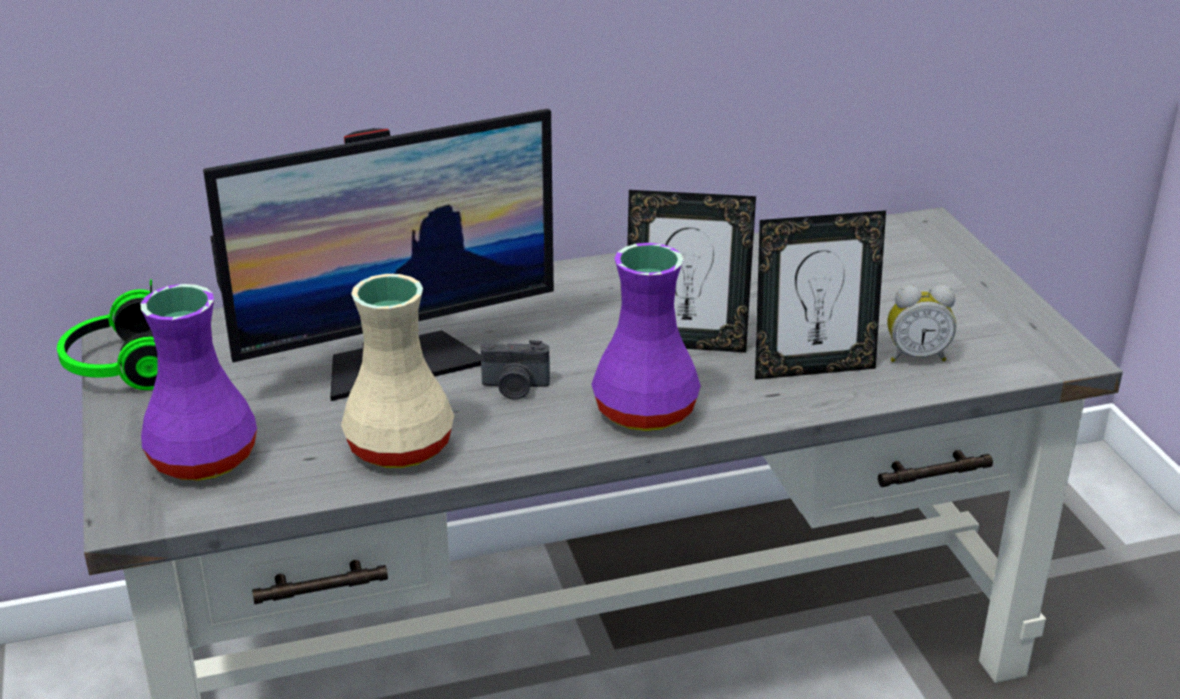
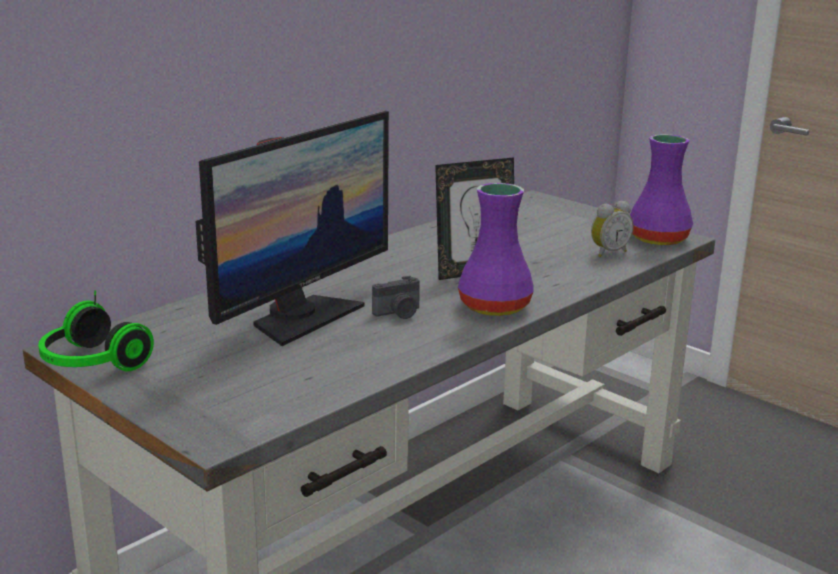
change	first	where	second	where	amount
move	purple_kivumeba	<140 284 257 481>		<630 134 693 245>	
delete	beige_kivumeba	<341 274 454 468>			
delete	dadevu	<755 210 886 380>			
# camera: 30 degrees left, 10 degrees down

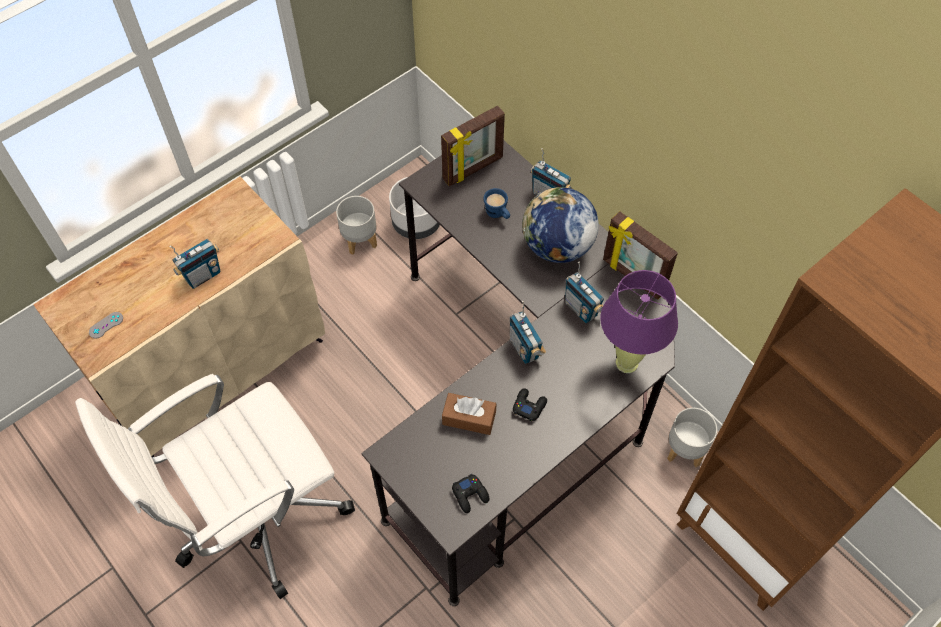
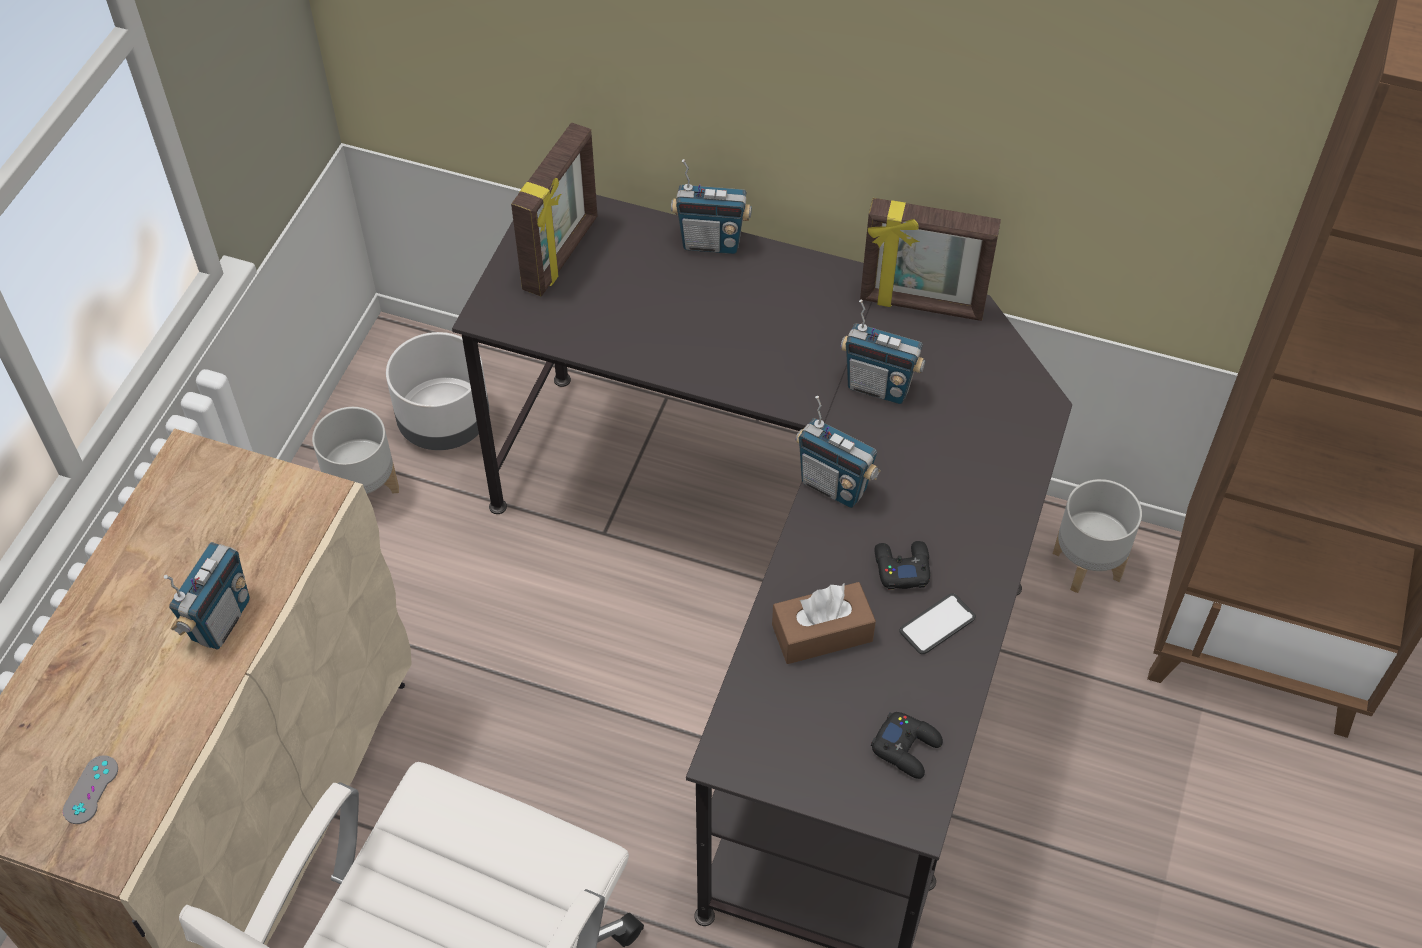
change	first	where	second	where	amount
insert			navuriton	<899 593 976 654>	
delete	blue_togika	<484 188 510 219>			
delete	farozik	<522 187 599 263>			
delete	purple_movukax	<600 270 678 373>			
# camera: 30 degrees left, 5 degrees down

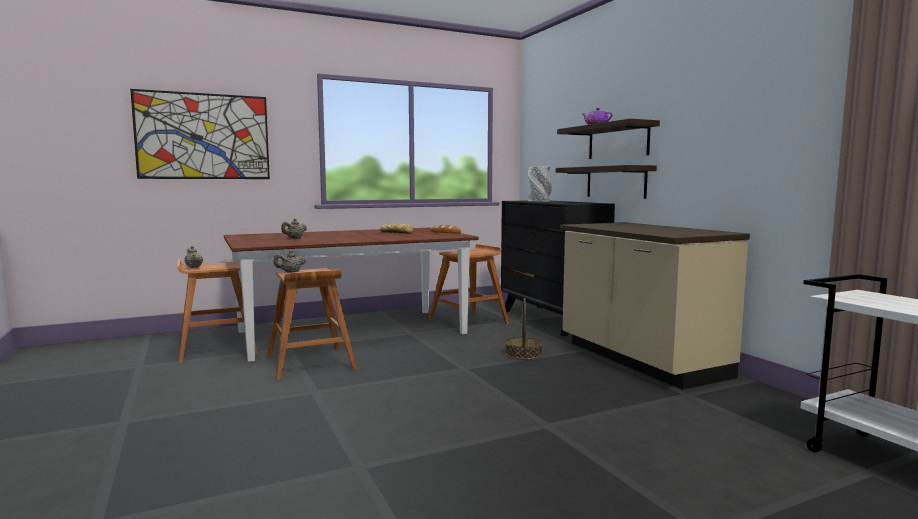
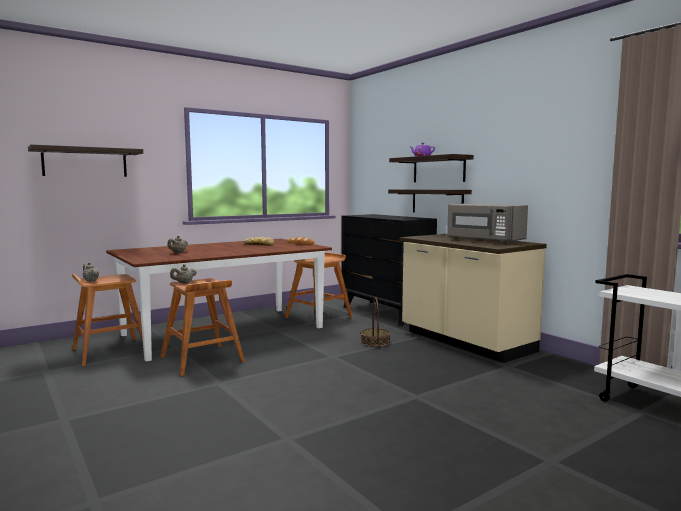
change	first	where	second	where	amount
replace	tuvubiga	<130 89 270 179>	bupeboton	<28 144 143 177>	
insert			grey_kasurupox	<447 204 528 243>	
delete	grey_kivumeba	<527 166 551 202>			
# camera: 10 degrees left, 0 degrees up

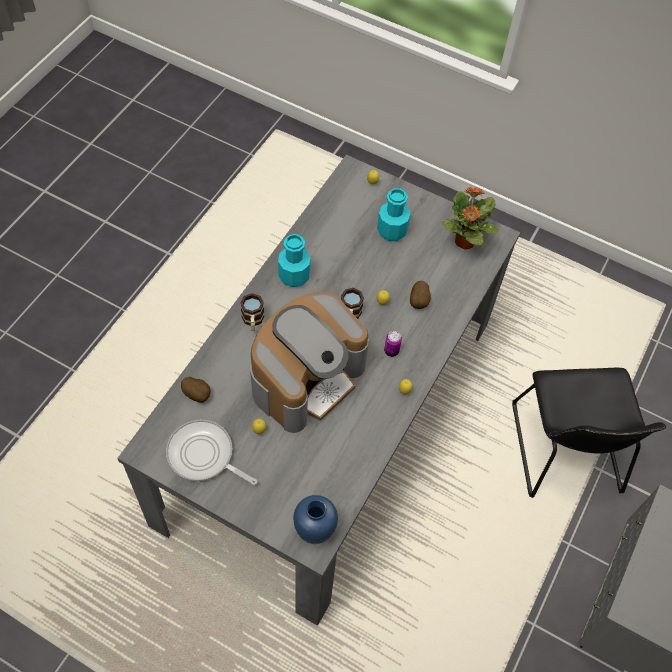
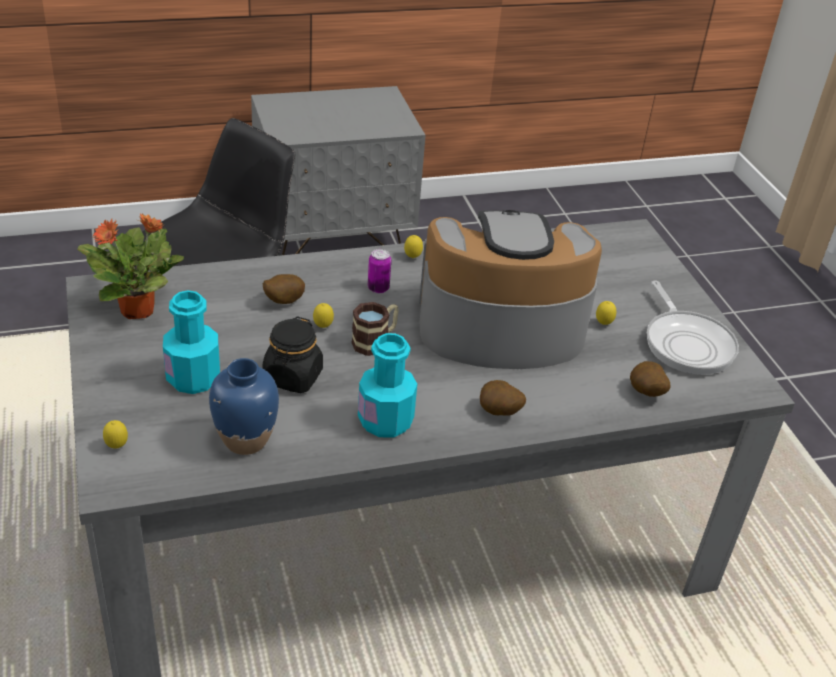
change	first	where	second	where	amount
move	blue_kivumeba	<293 495 338 544>		<209 358 279 455>	
insert			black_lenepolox	<263 317 323 393>	
replace	togika	<240 293 265 331>	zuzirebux	<480 380 526 416>	
# camera: 135 degrees left, 20 degrees down

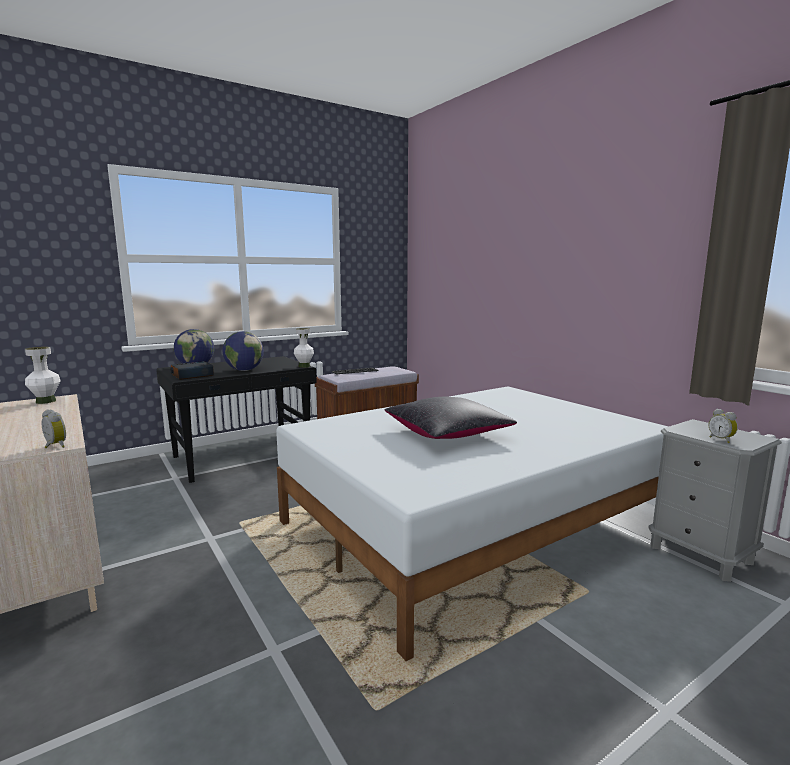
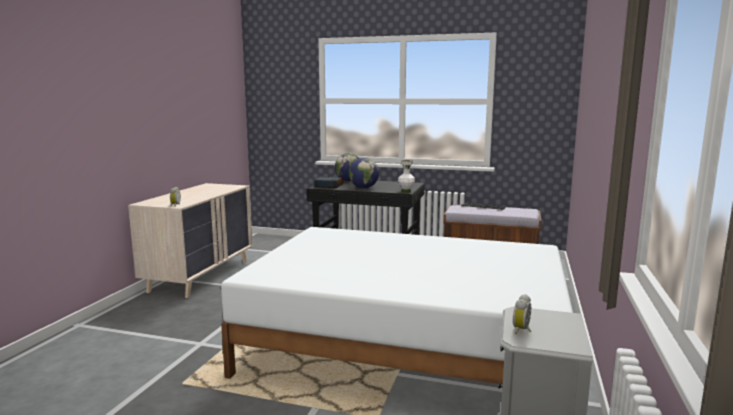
change	first	where	second	where	amount
delete	white_kivumeba	<25 347 61 404>			
delete	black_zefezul	<385 397 517 439>			
# camera: 50 degrees right, 0 degrees up

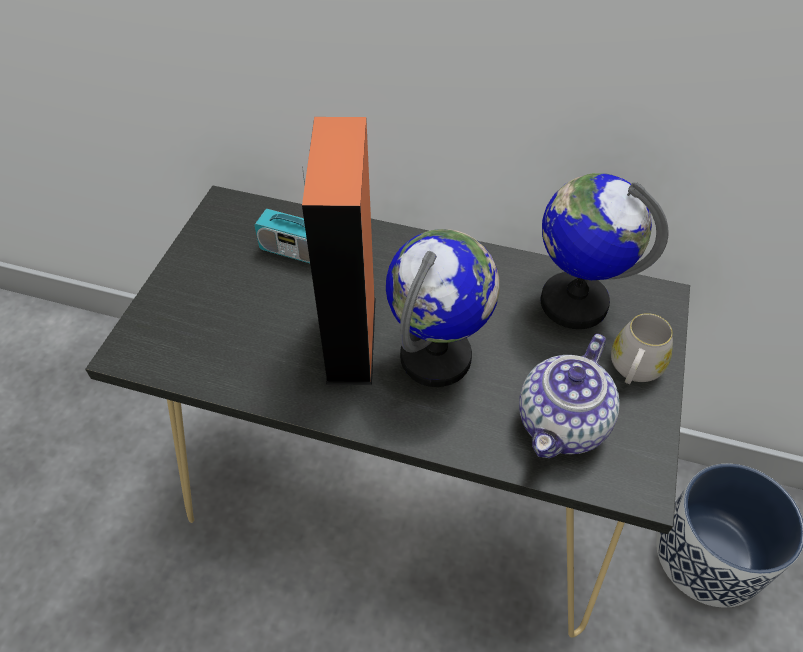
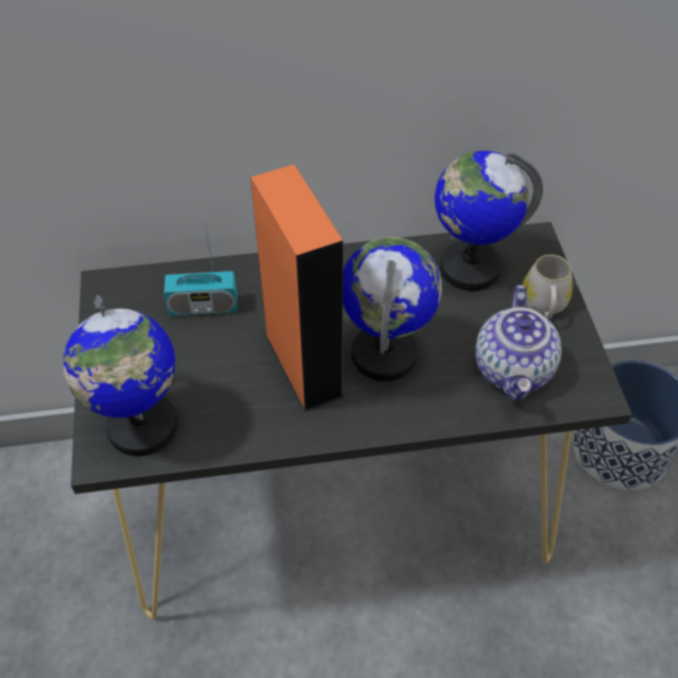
change	first	where	second	where	amount
insert			farozik	<63 295 178 456>	
# camera: 25 degrees left, 0 degrees up

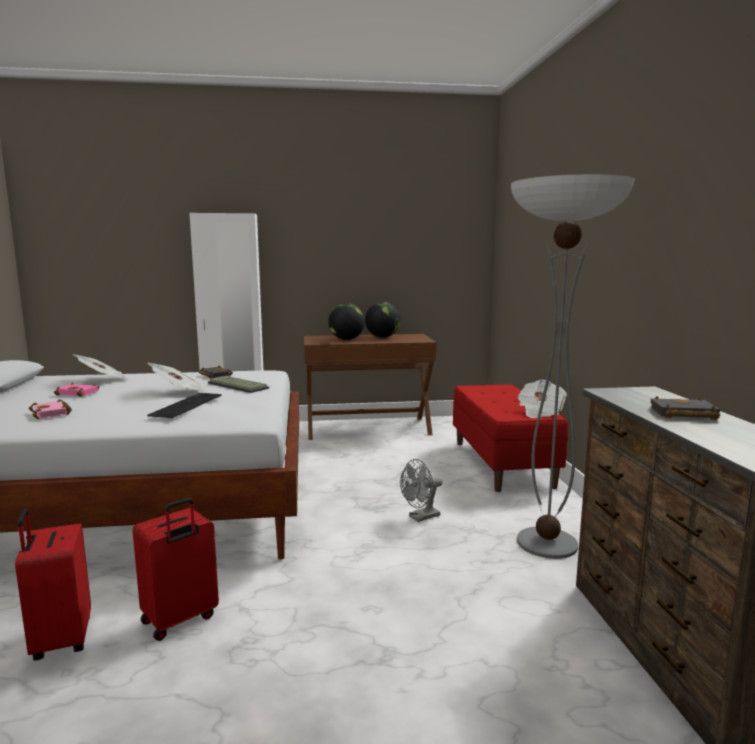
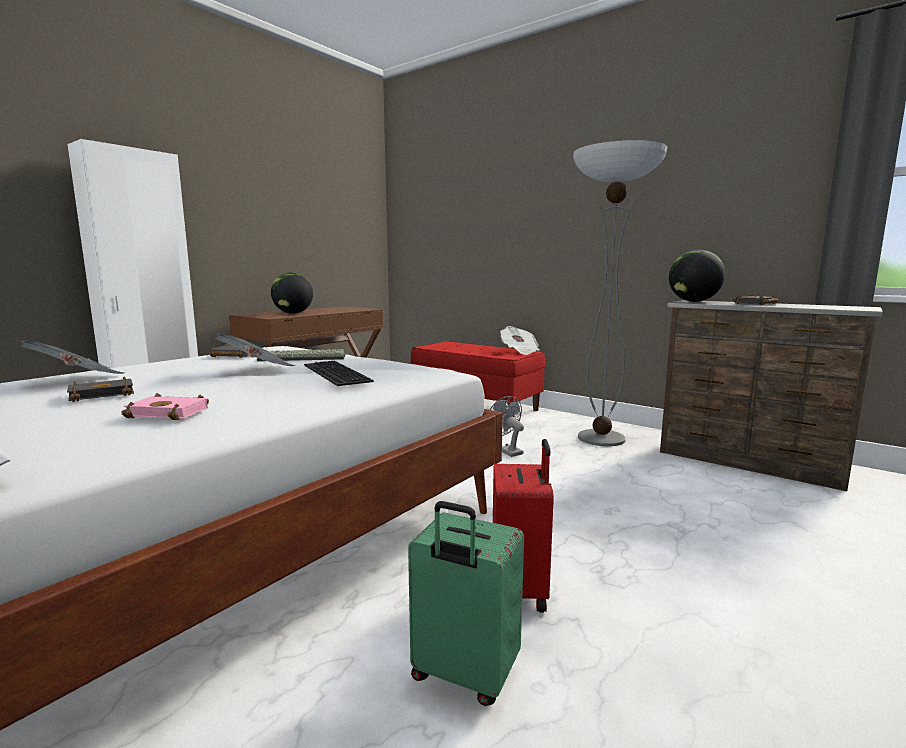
change	first	where	second	where	amount
recolor	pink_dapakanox	<54 383 99 397>	black_dapakanox	<67 377 134 402>	
recolor	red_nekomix	<15 508 91 661>	green_nekomix	<408 501 524 706>	
rotate	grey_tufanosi	<400 459 443 522>		<490 396 524 457>	135 degrees clockwise
move	farozik	<365 302 400 338>		<669 250 725 302>	
# camera: 45 degrees left, 0 degrees up

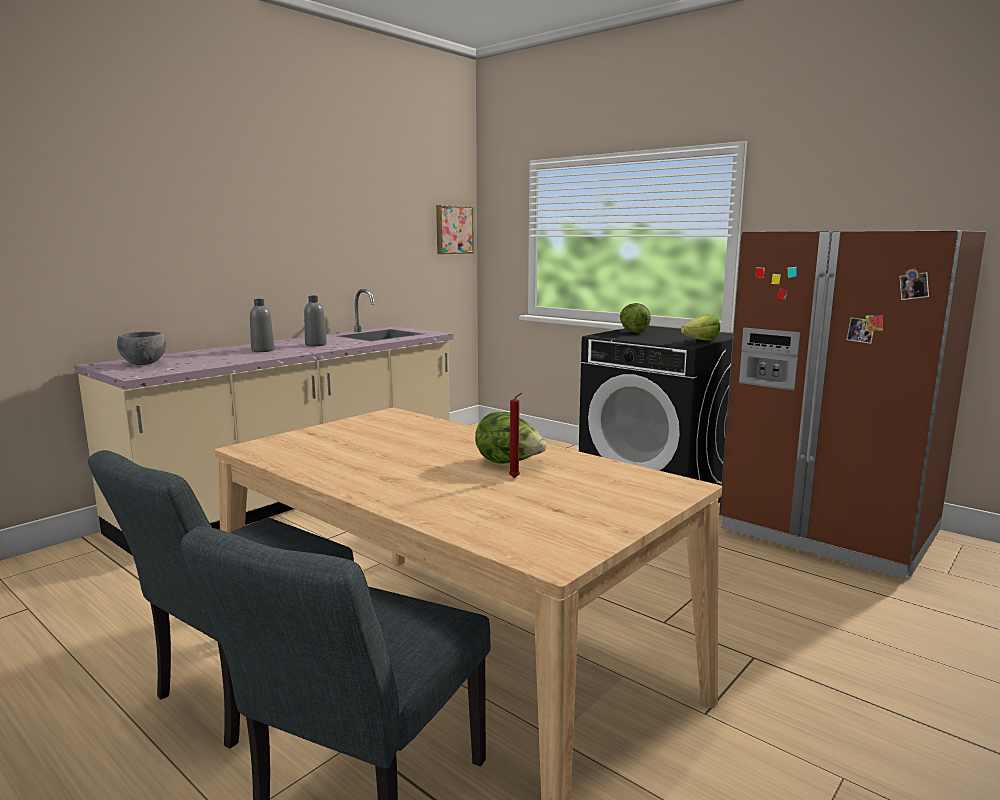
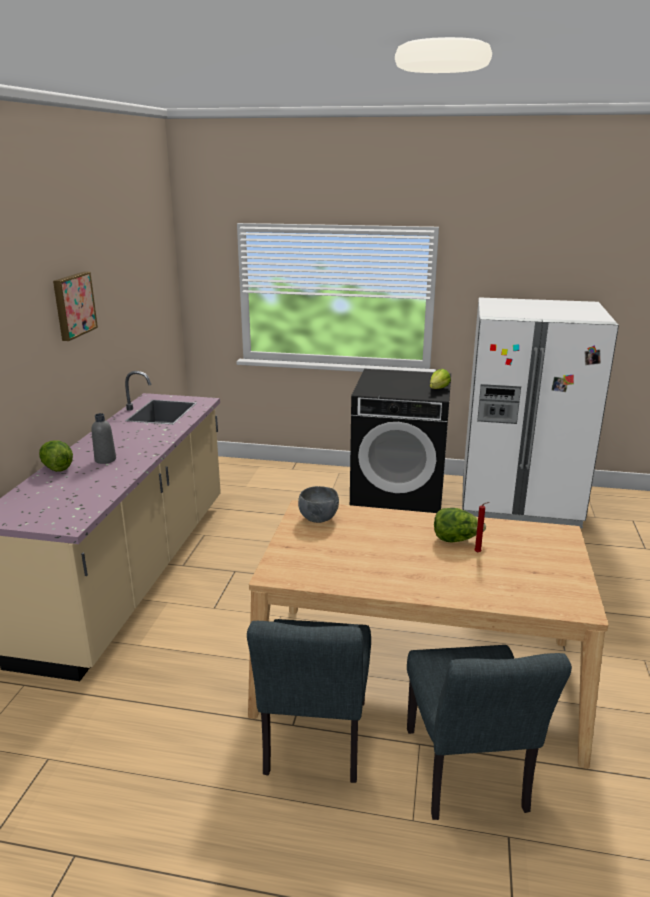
change	first	where	second	where	amount
move	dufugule	<620 303 651 333>		<39 440 73 472>	
move	tuvubiga	<436 205 474 254>		<53 271 98 341>	
move	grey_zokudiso	<117 331 166 365>		<298 486 339 523>	
recolor	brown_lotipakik	<719 230 986 579>	white_lotipakik	<462 297 619 528>	
delete	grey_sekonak	<304 296 327 346>			
# camera: 30 degrees left, 10 degrees up

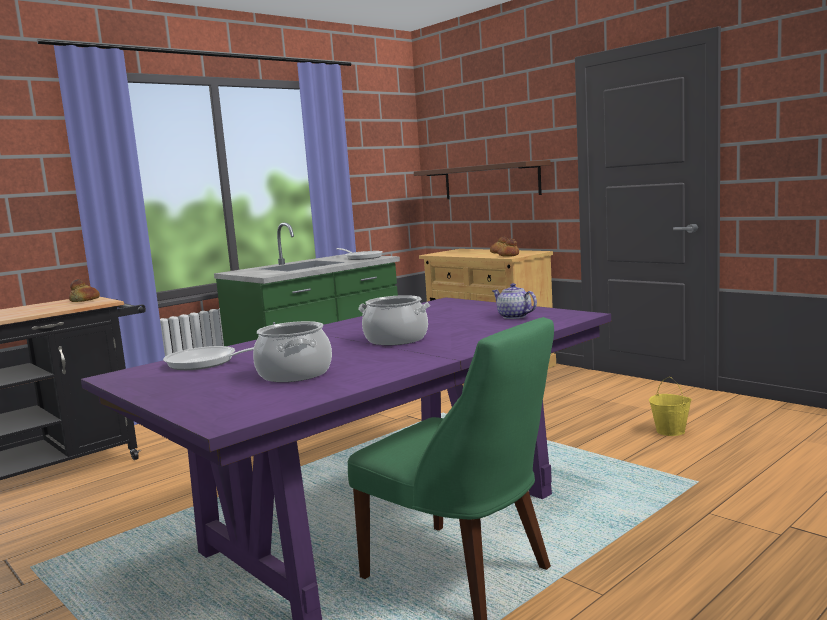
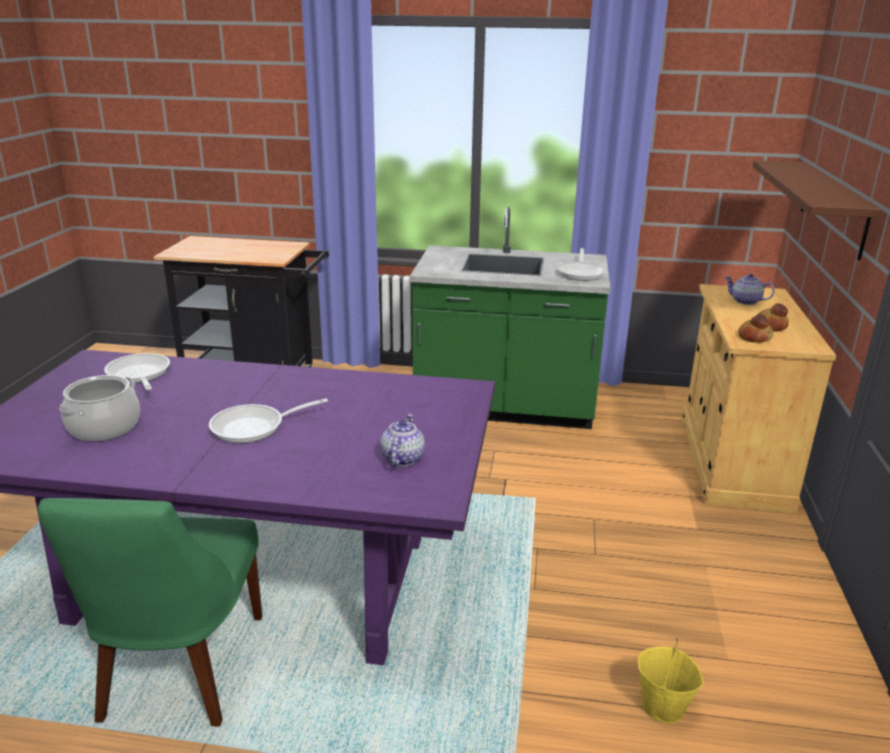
change	first	where	second	where	amount
replace	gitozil	<358 295 430 345>	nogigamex	<209 398 328 443>	
insert			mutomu	<725 273 775 305>	
delete	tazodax	<69 279 100 302>			
# camera: 50 degrees right, 15 degrees up

